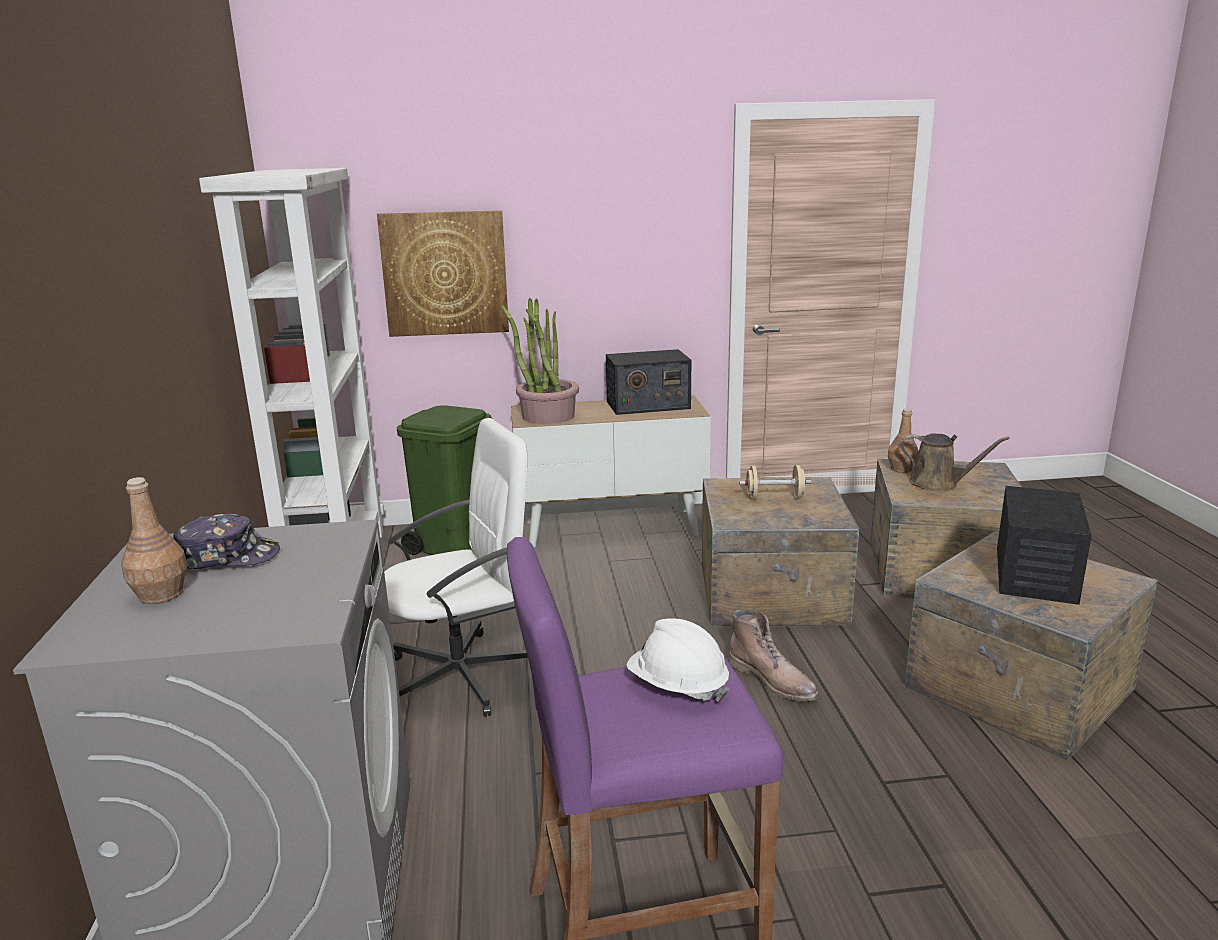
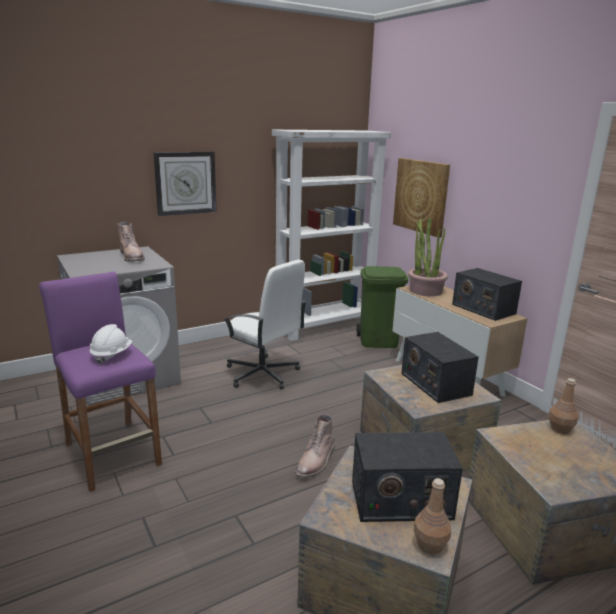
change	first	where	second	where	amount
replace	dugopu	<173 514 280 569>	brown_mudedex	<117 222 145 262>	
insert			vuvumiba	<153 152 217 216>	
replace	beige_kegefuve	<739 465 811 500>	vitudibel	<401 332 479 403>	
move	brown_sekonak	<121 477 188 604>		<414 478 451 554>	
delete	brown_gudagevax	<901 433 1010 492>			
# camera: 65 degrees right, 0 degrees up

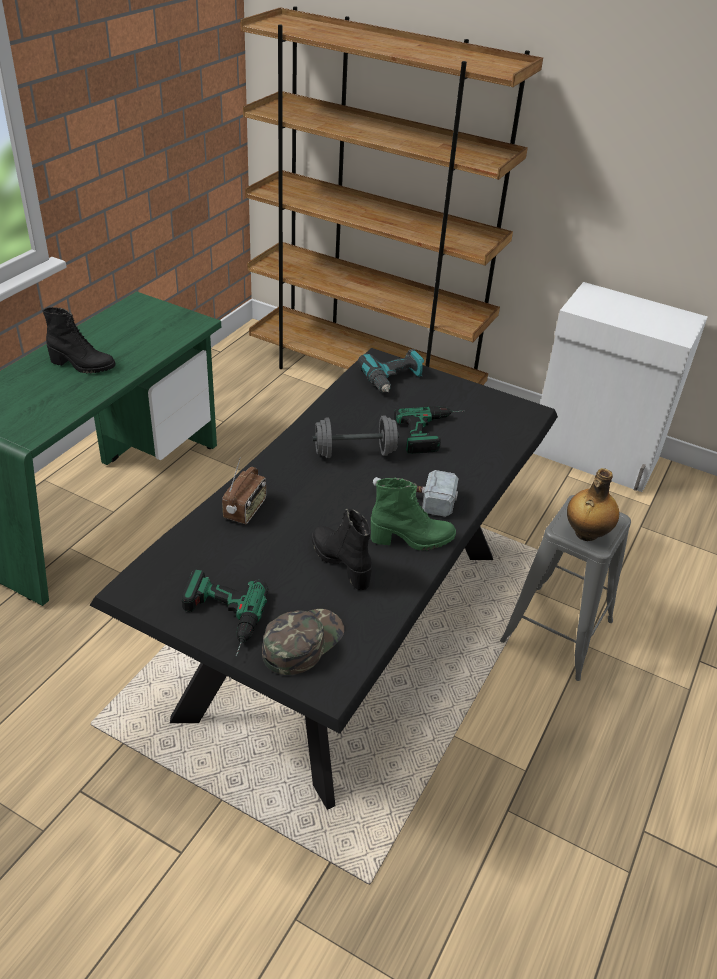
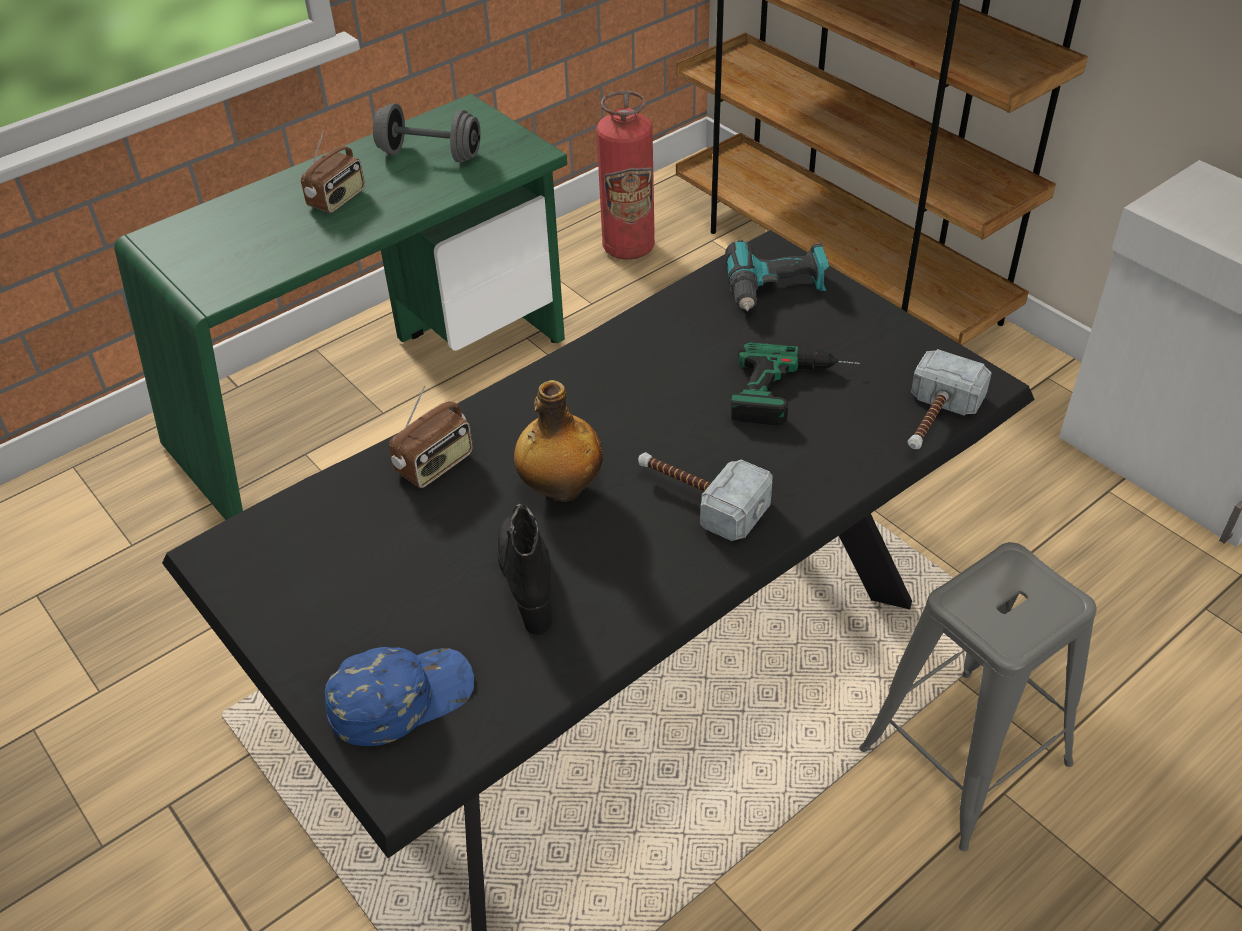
change	first	where	second	where	amount
replace	black_mudedex	<43 307 116 374>	vitudibel	<301 131 365 213>	
recolor	green_dugopu	<262 609 344 675>	blue_dugopu	<325 647 474 746>	
move	grey_kegefuve	<312 416 399 458>		<373 103 481 162>	
move	sekonak	<567 468 619 541>		<514 380 603 502>	
insert			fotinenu	<596 91 655 260>	
insert			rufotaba	<907 349 992 449>	
delete	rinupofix	<182 570 268 656>			
delete	green_mudedex	<371 477 456 551>			
# camera: 25 degrees right, 5 degrees up

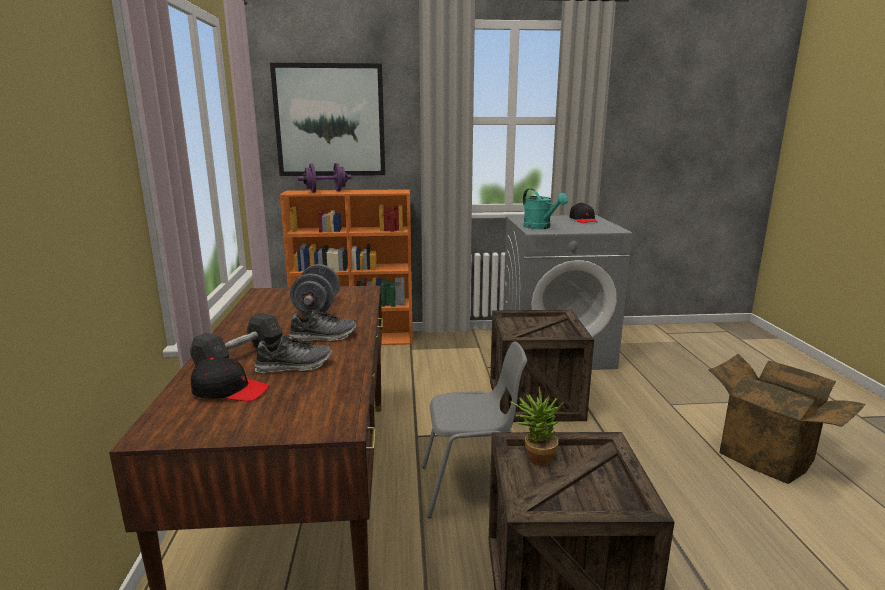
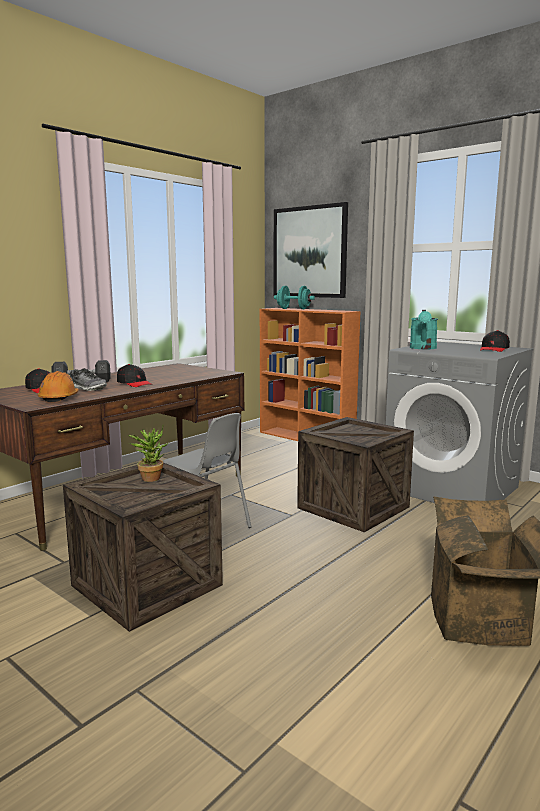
change	first	where	second	where	amount
insert			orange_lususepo	<37 371 79 402>	
replace	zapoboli	<289 310 356 341>	black_dugopu	<117 364 152 387>	
recolor	purple_kegefuve	<298 163 351 193>	turquoise_kegefuve	<274 286 315 309>	
delete	grey_kegefuve	<290 264 340 315>			
# camera: 45 degrees right, 5 degrees down

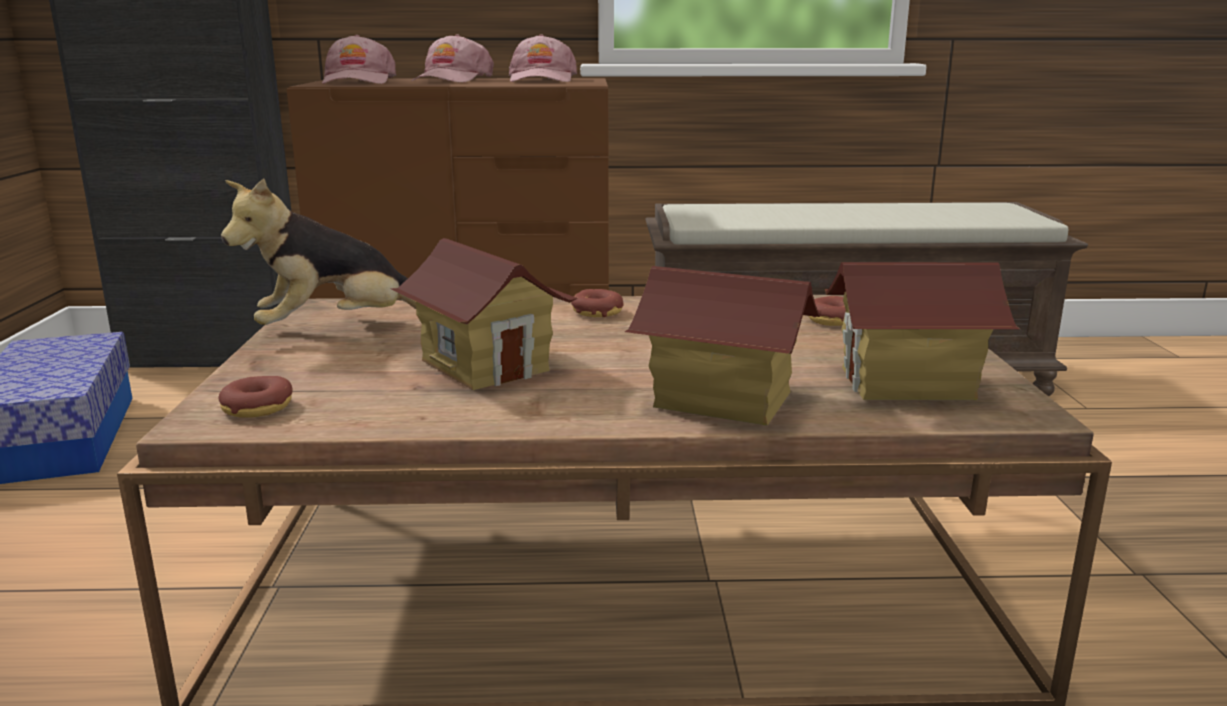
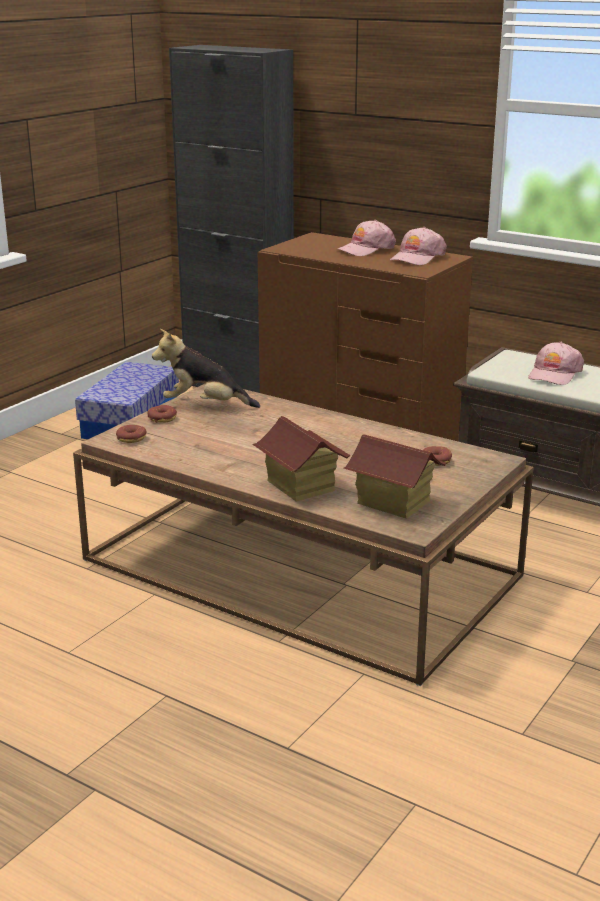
change	first	where	second	where	amount
move	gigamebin	<571 289 624 317>		<147 405 177 423>	
move	pink_dugopu	<322 35 396 84>		<528 342 584 385>	
delete	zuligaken	<391 238 578 390>			
# camera: 35 degrees right, 5 degrees up

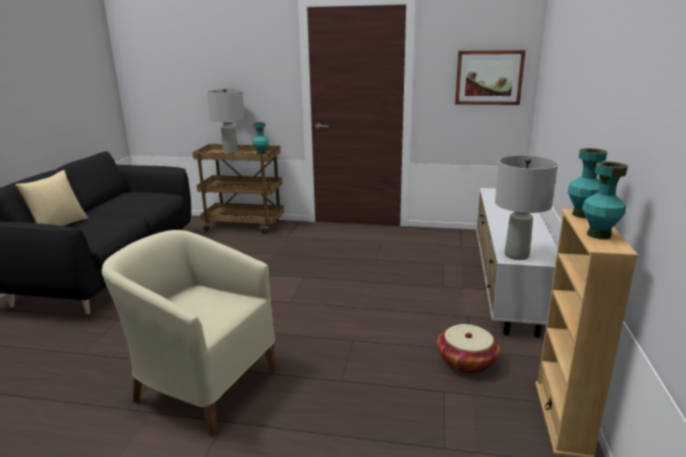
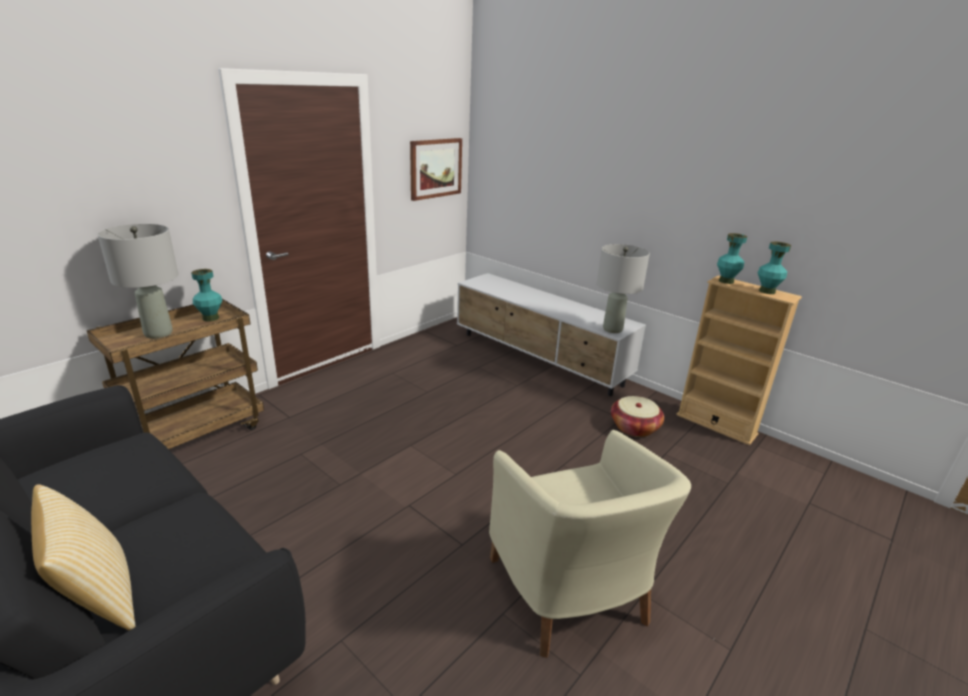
change	first	where	second	where	amount
rotate	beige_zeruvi	<102 230 276 436>		<489 430 691 658>	75 degrees counterclockwise
# camera: 60 degrees left, 5 degrees up

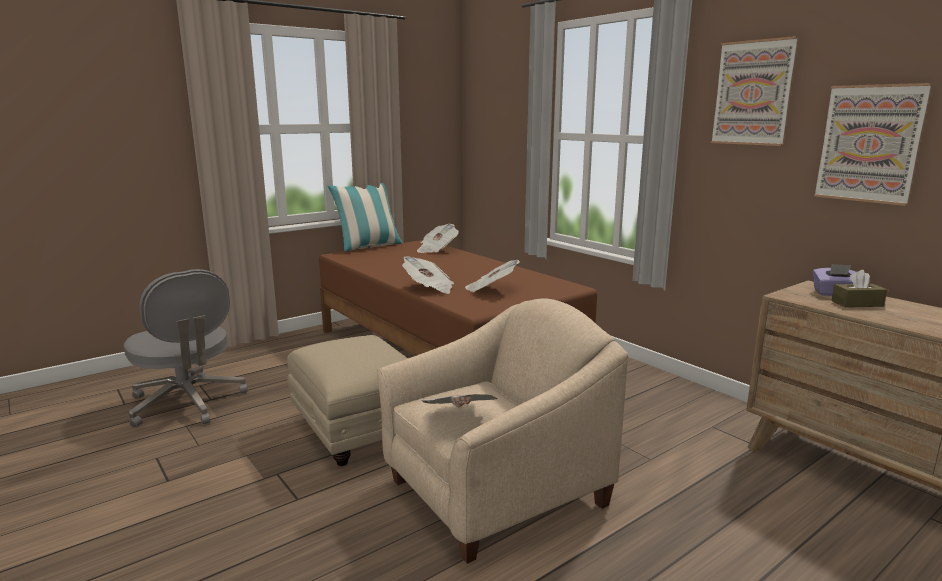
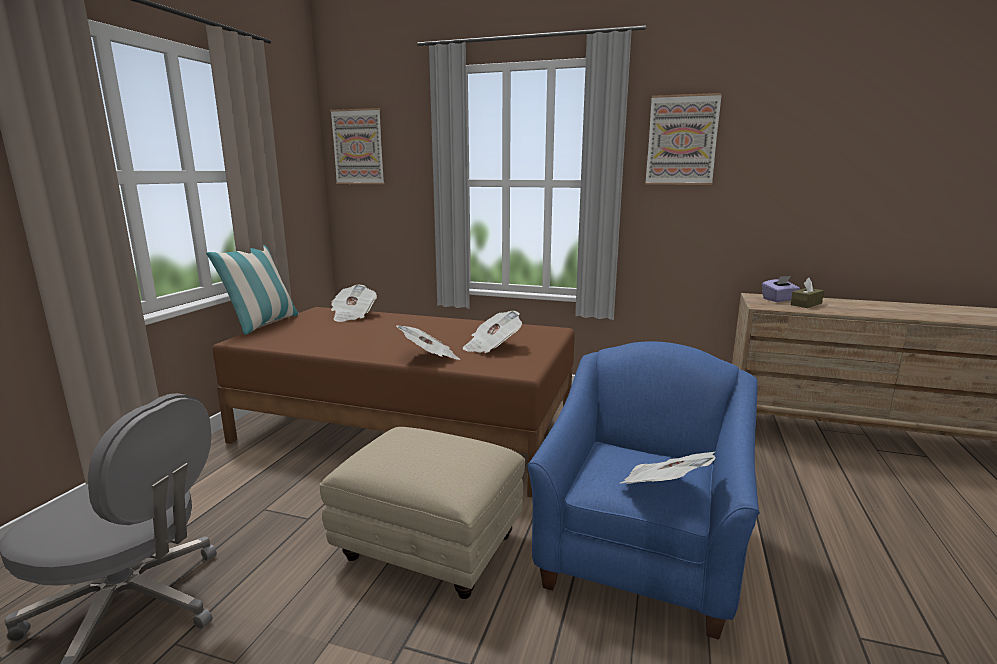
change	first	where	second	where	amount
move	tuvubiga	<814 83 932 206>		<330 108 384 184>	
recolor	beige_zeruvi	<377 298 628 564>	blue_zeruvi	<527 342 760 640>	
# camera: 35 degrees left, 0 degrees up

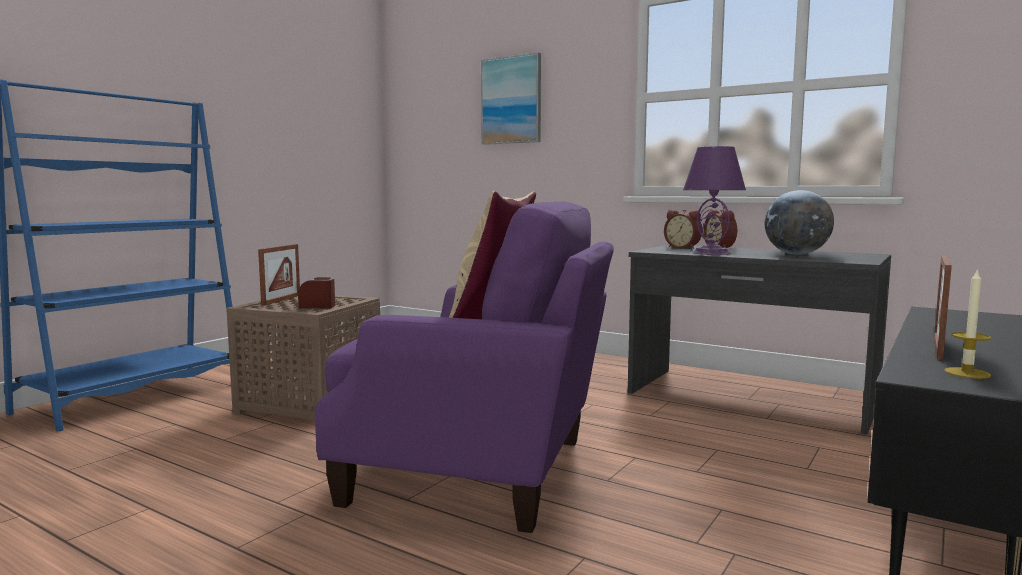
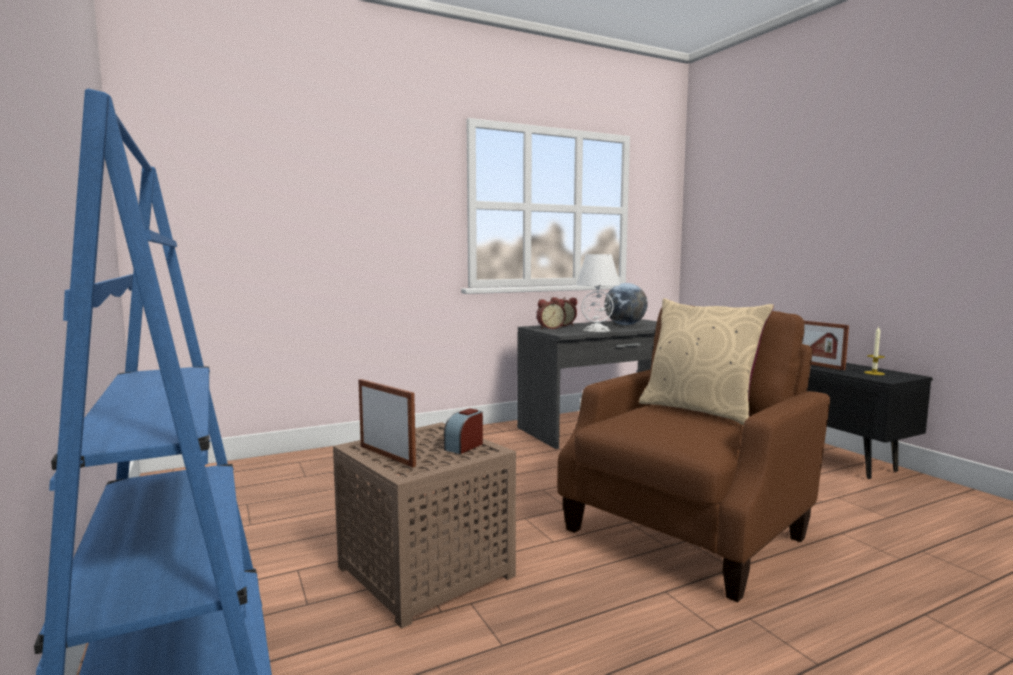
change	first	where	second	where	amount
recolor	purple_zeruvi	<315 201 614 533>	brown_zeruvi	<557 305 830 602>	
recolor	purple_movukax	<683 146 746 255>	white_movukax	<576 254 620 332>	
delete	tuvubiga	<481 52 541 145>			
# camera: 60 degrees left, 0 degrees up

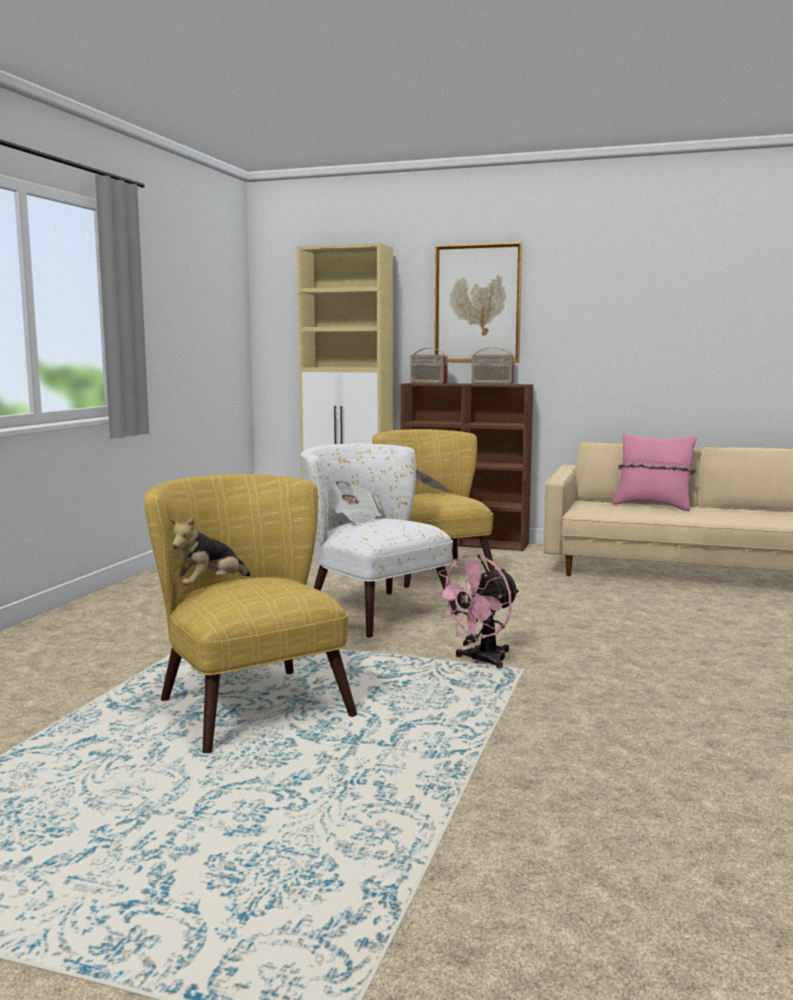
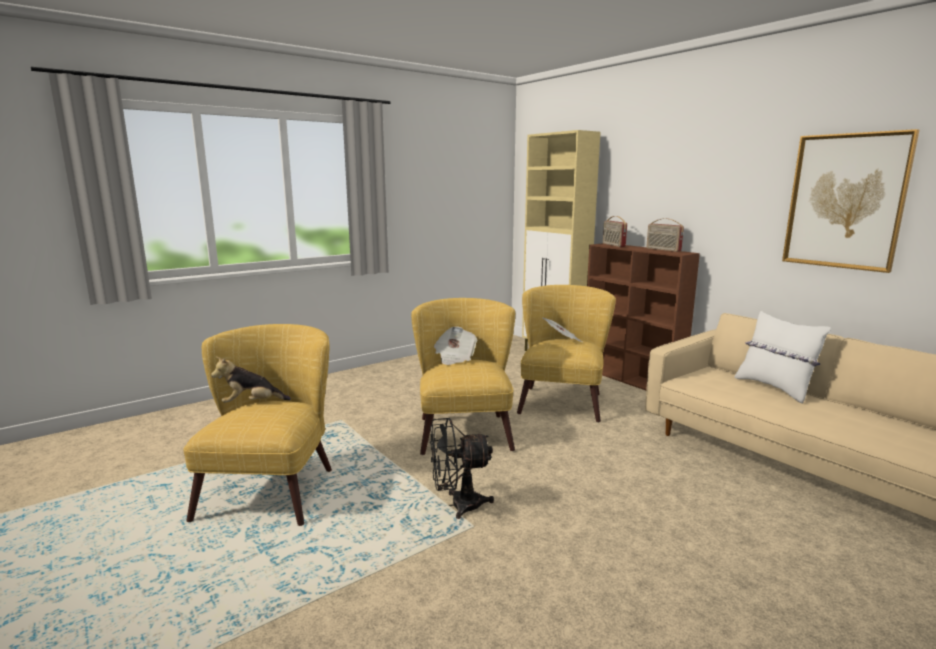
change	first	where	second	where	amount
recolor	white_zeruvi	<301 443 458 638>	yellow_zeruvi	<411 298 515 455>	
recolor	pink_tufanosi	<434 554 519 668>	black_tufanosi	<430 418 494 519>	
recolor	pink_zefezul	<612 433 697 511>	white_zefezul	<734 311 831 404>	
move	tuvubiga	<434 242 522 363>		<782 129 919 273>	
# camera: 35 degrees right, 5 degrees up

